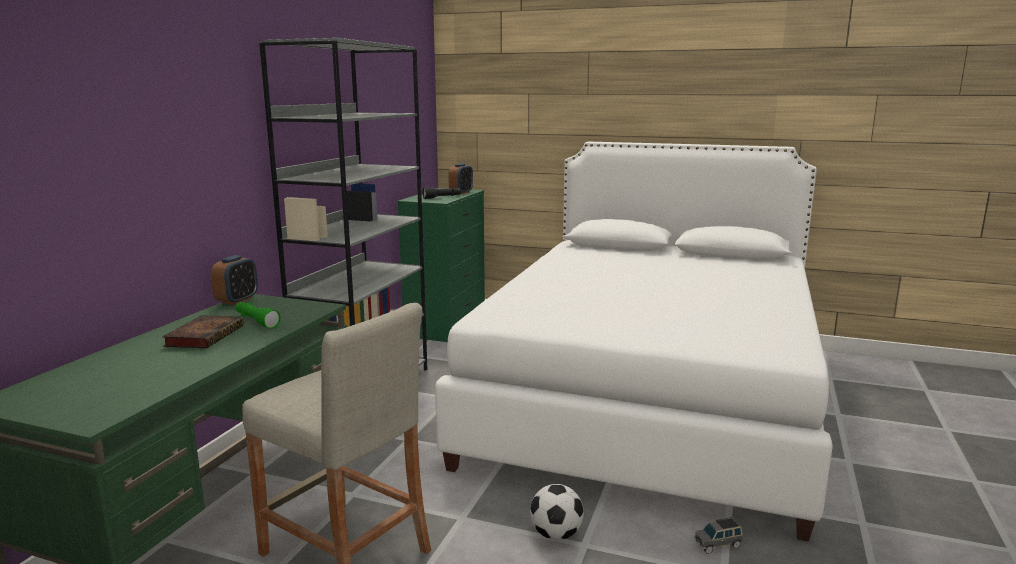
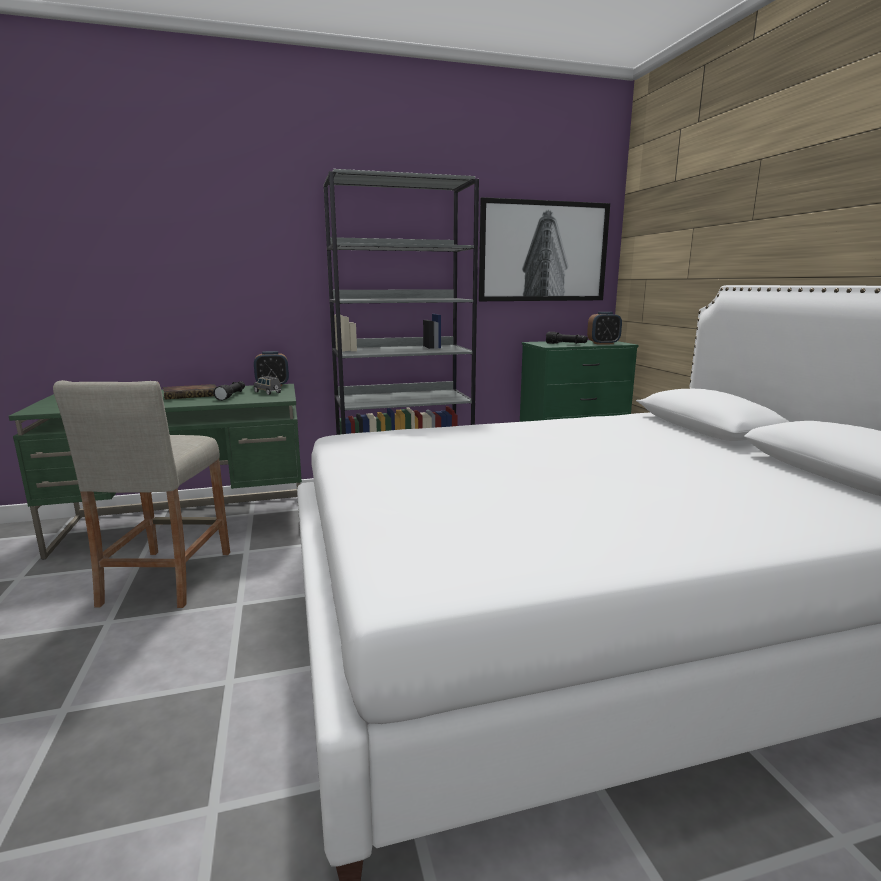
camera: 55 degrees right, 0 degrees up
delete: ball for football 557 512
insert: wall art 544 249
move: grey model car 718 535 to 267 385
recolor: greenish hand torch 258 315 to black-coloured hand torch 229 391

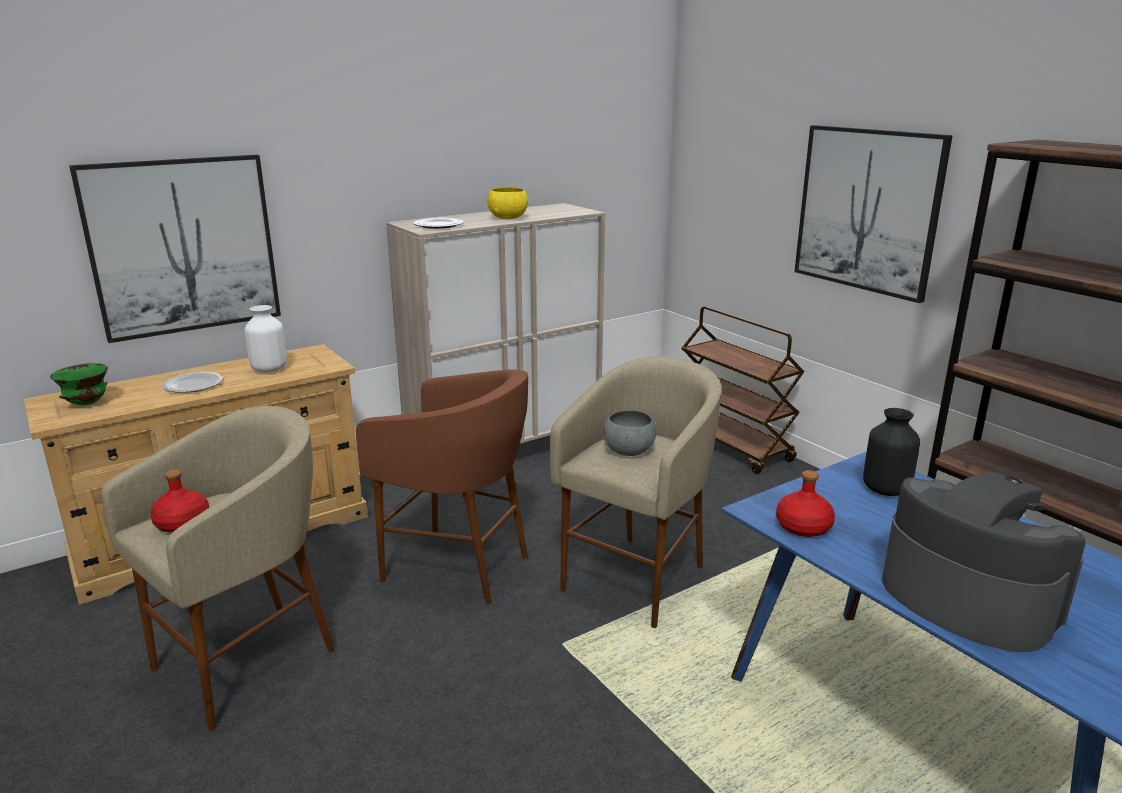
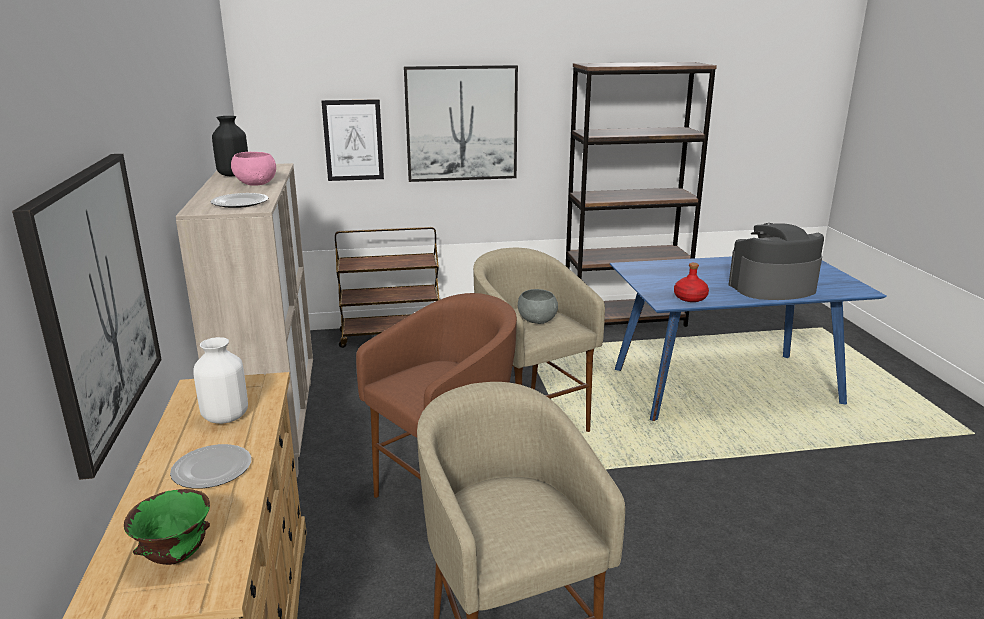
camera: 65 degrees left, 0 degrees up
delete: reddish beverage bottle 179 501
insert: wall art 352 140
move: black-coloured vase 891 452 to 230 146
recolor: yellowish deep dish 507 203 to pink deep dish 253 168

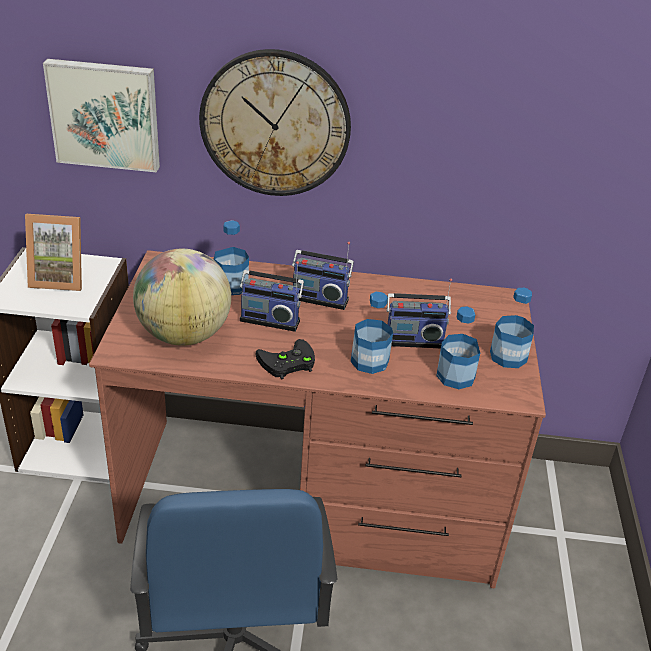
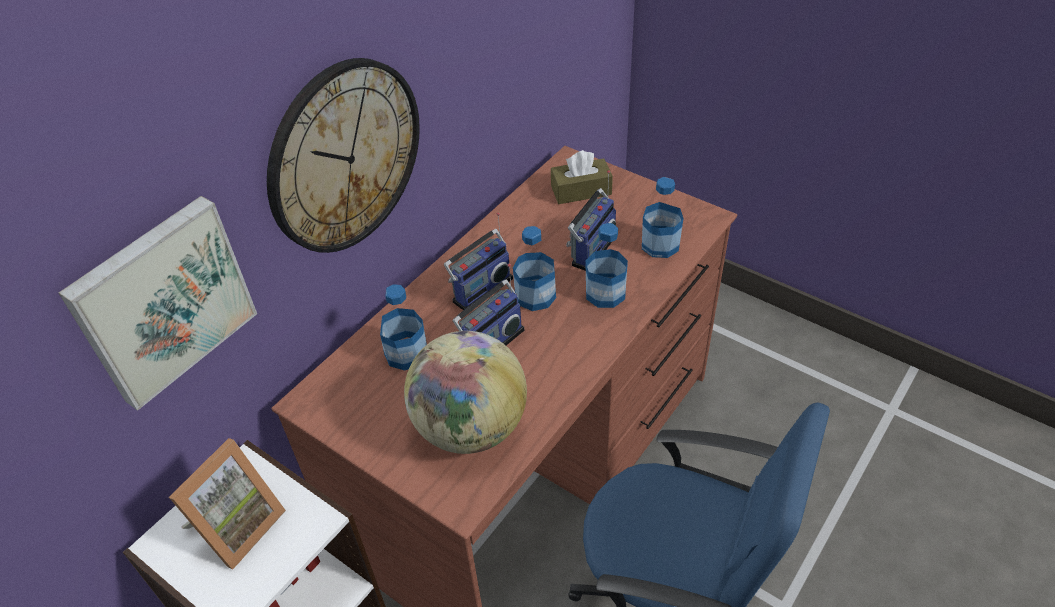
camera: 55 degrees left, 10 degrees up
delete: black-coloured joypad 285 359
insert: brown tissue holder 582 177
move: beverage bottle 512 328 to 534 268

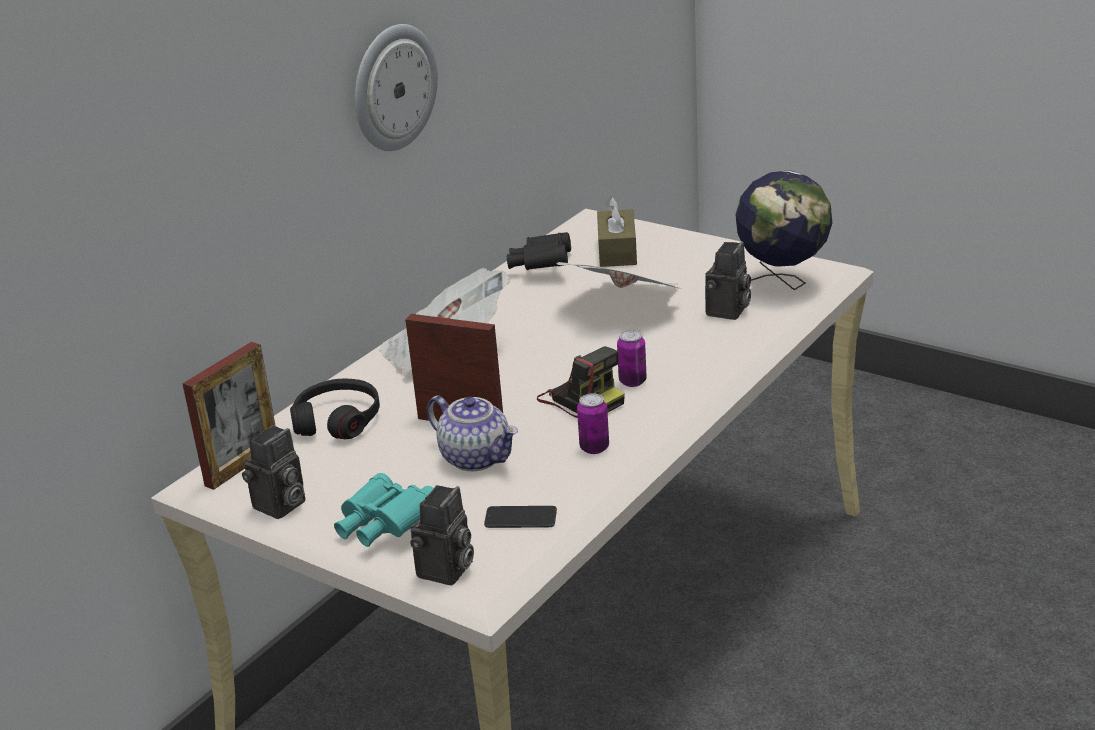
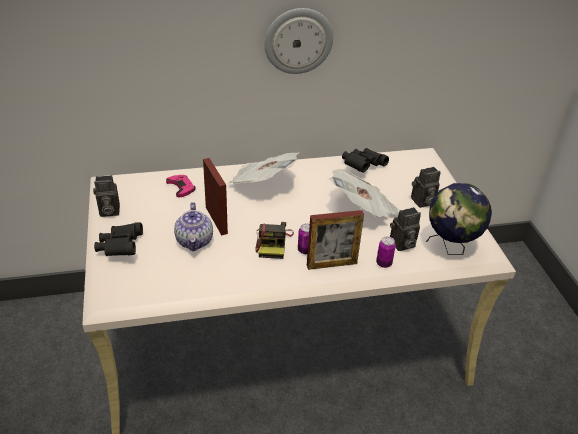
camera: 40 degrees right, 10 degrees up
delete: handset 520 517; brown tissue holder 617 232
move: standing frame 229 416 to 335 240; sealed can 593 423 to 386 252; photo camera 442 535 to 426 187
replace: black-coloured headset 335 409 to pink joypad 181 186
recolor: turquoise pair of binoculars 384 510 to black-coloured pair of binoculars 118 239

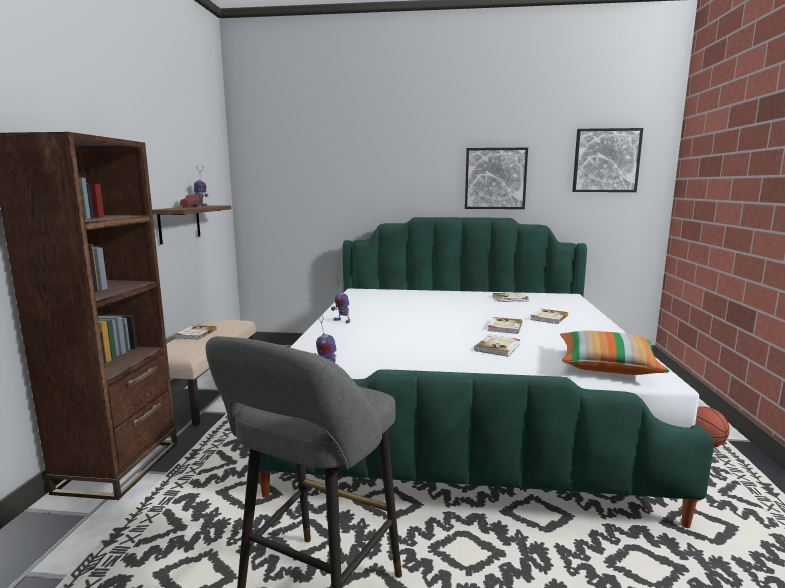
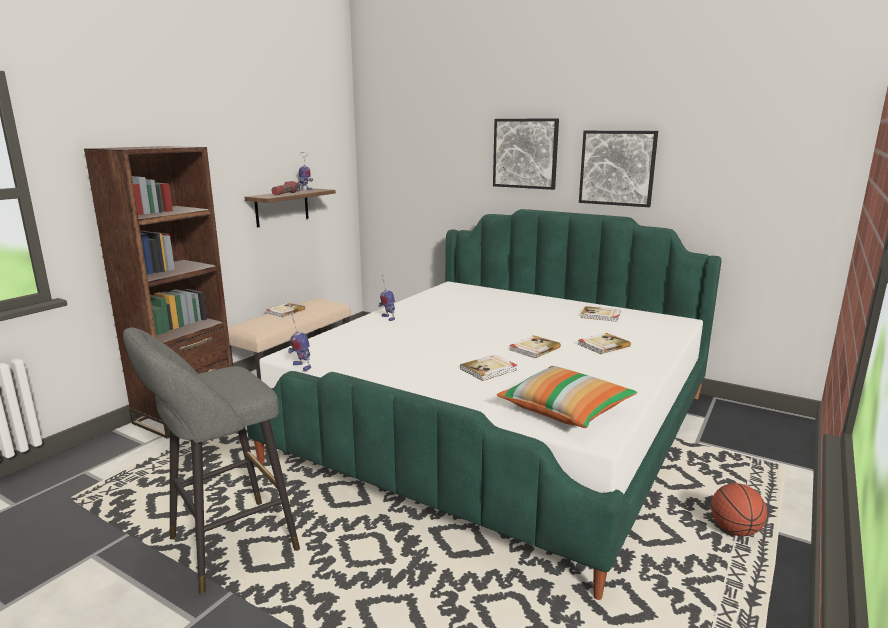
camera: 25 degrees right, 5 degrees up
move: wall art 607 160 to 526 154

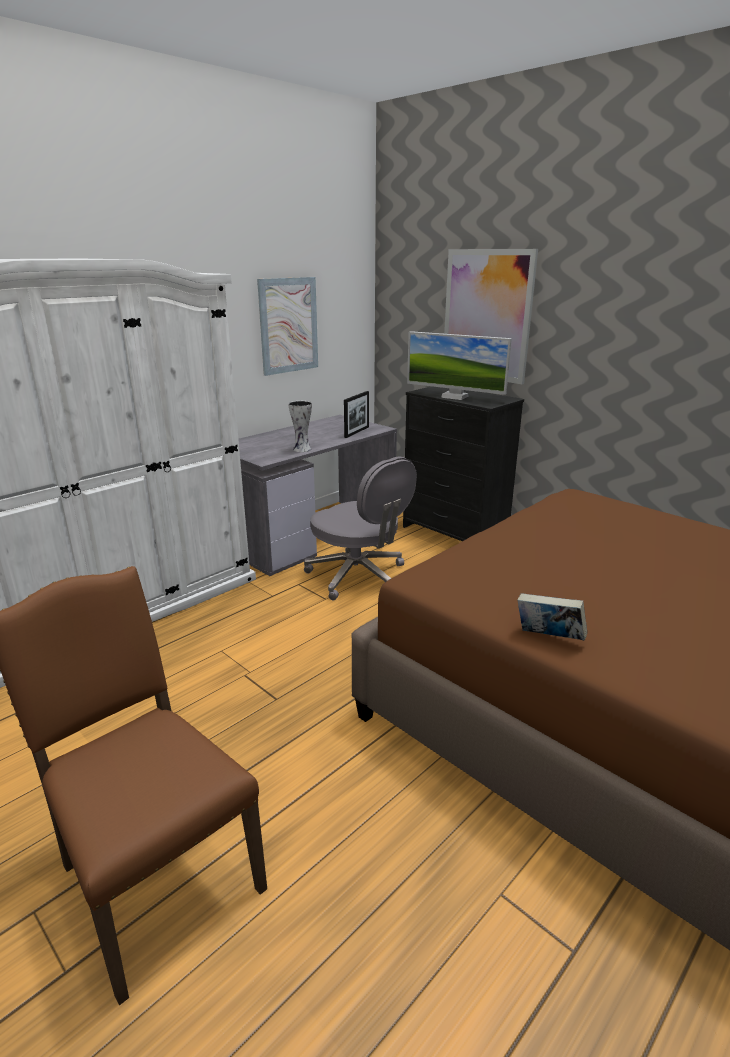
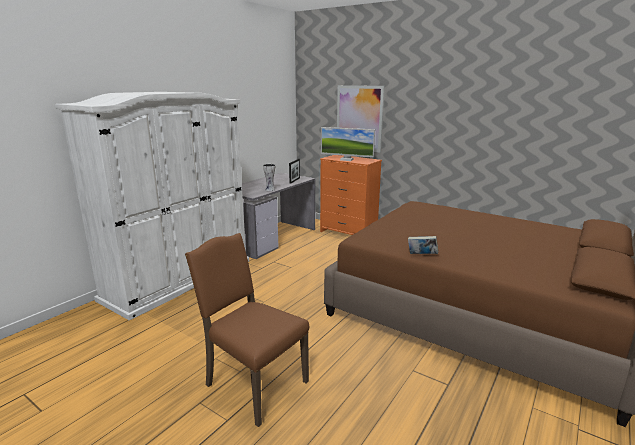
camera: 10 degrees left, 5 degrees down
delete: wall art 287 326; grey desk chair 360 528
recolor: black-coloured dresser 463 463 to orangey dresser 351 195

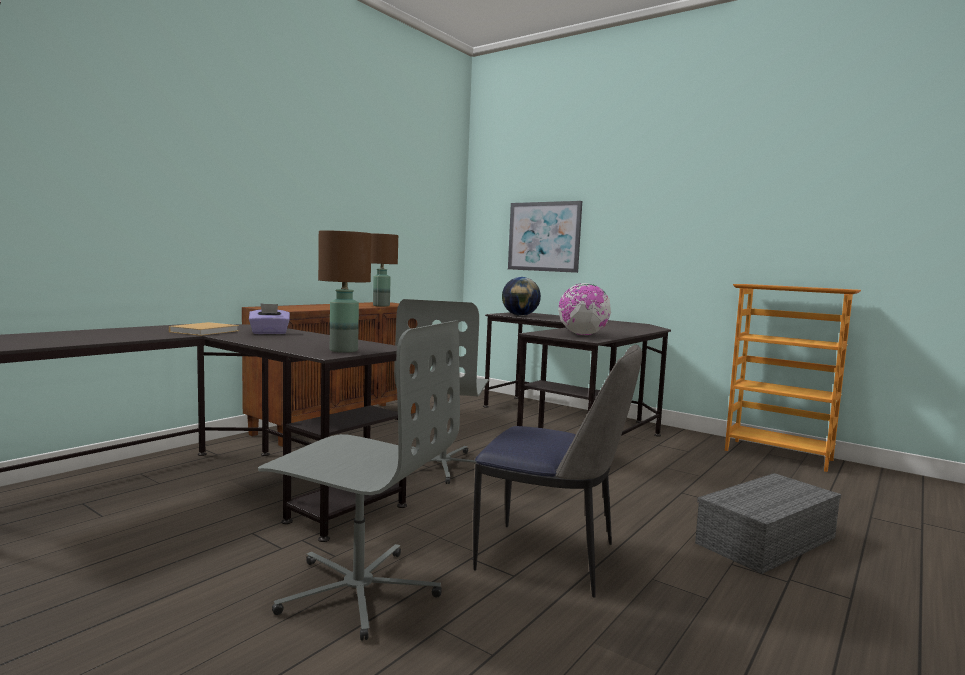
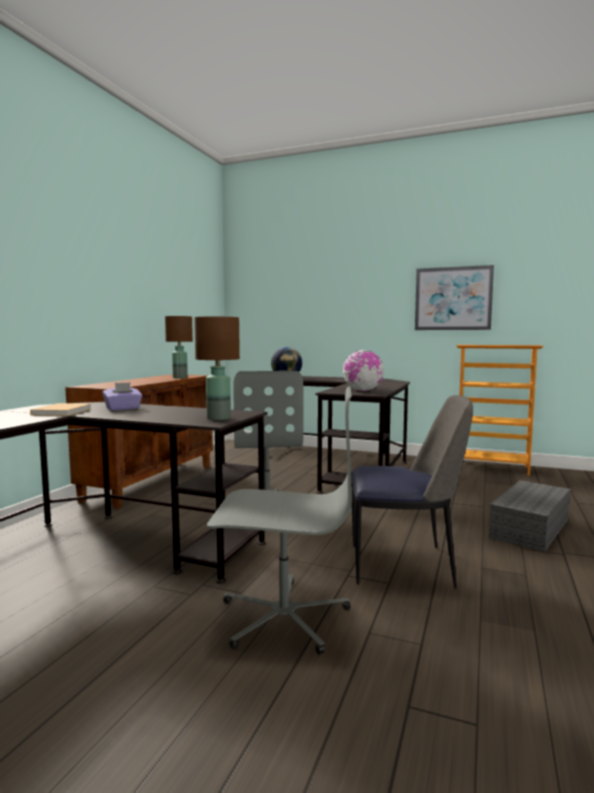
camera: 15 degrees left, 0 degrees up
move: wall art 545 237 to 454 297

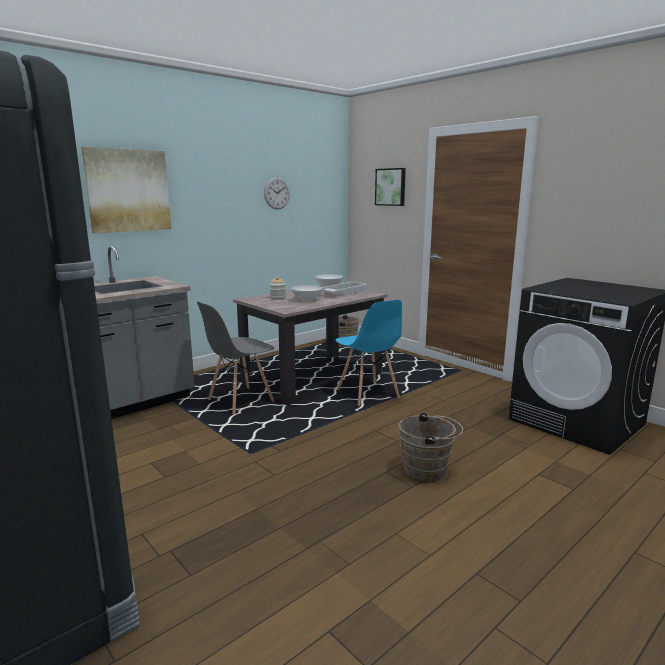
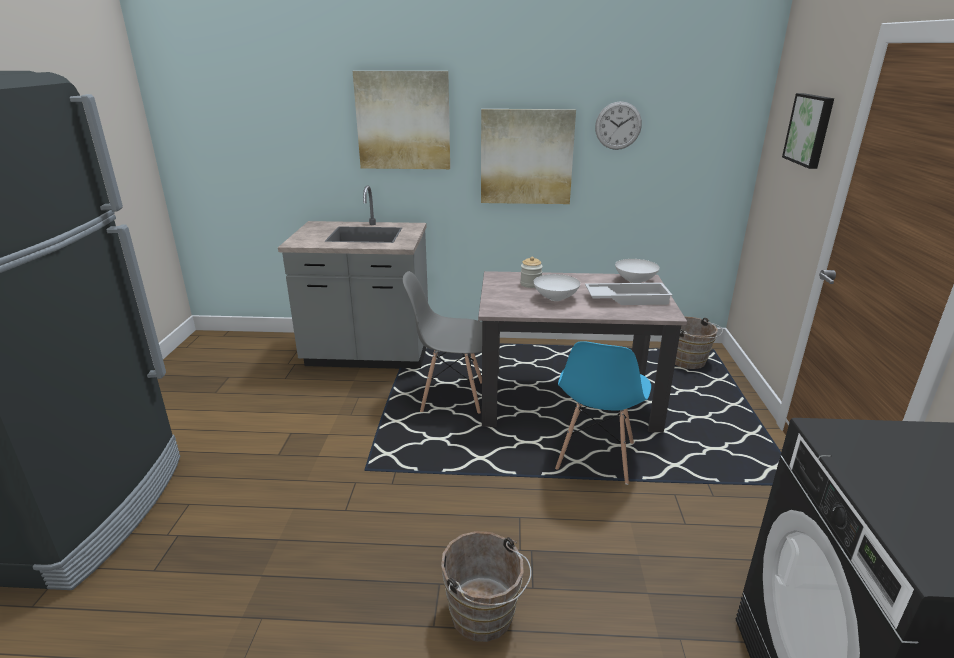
camera: 45 degrees right, 10 degrees up
insert: wall art 528 156

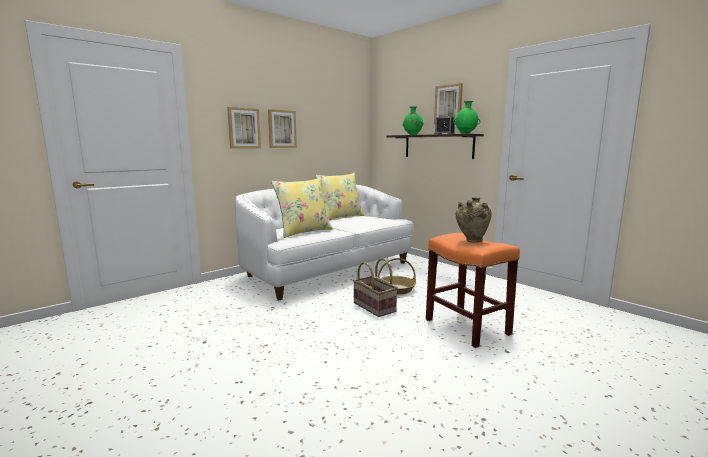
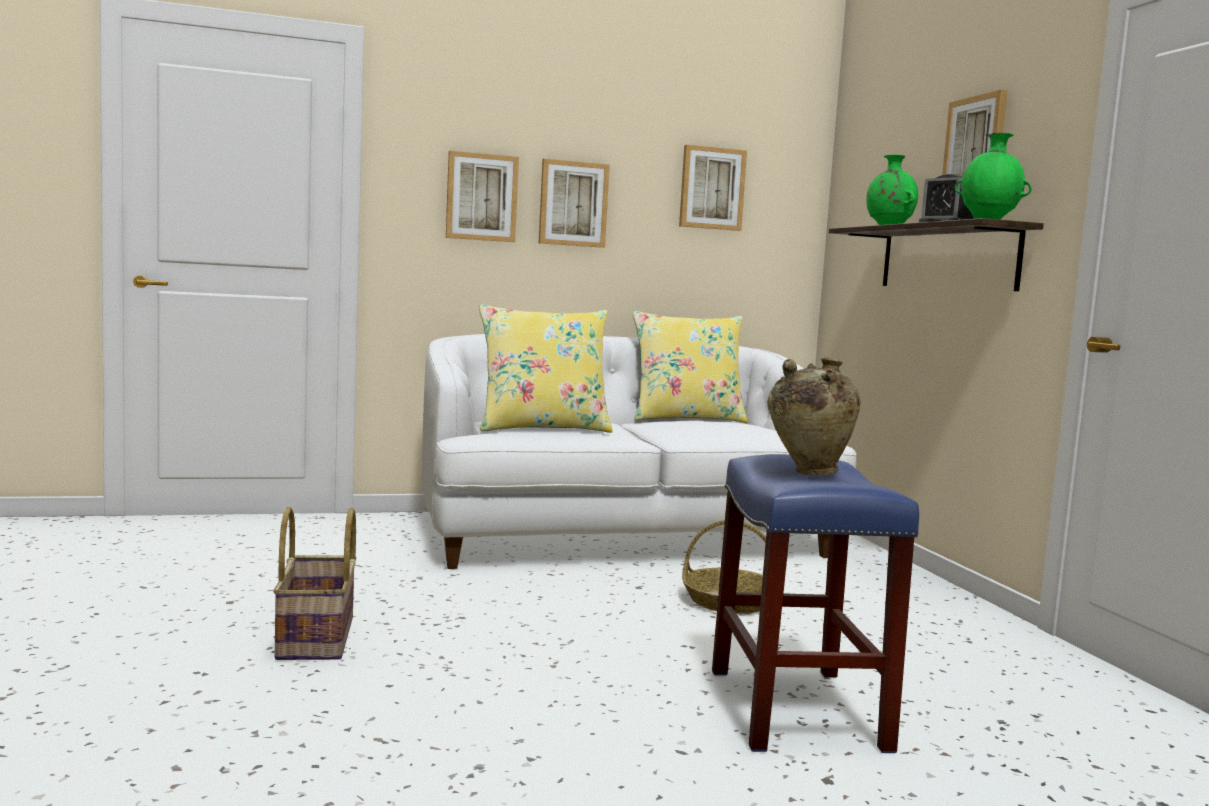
camera: 25 degrees right, 5 degrees down
insert: wall art 713 188
move: household basket 375 287 to 314 583
recolor: orangey stool seat 473 290 to blue-coloured stool seat 815 603

